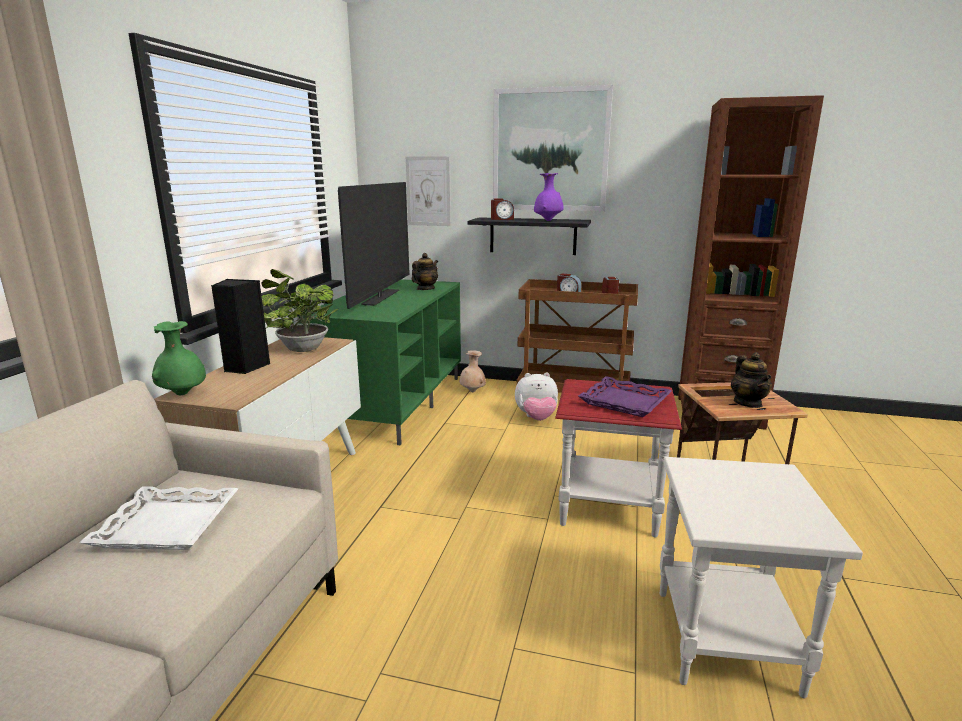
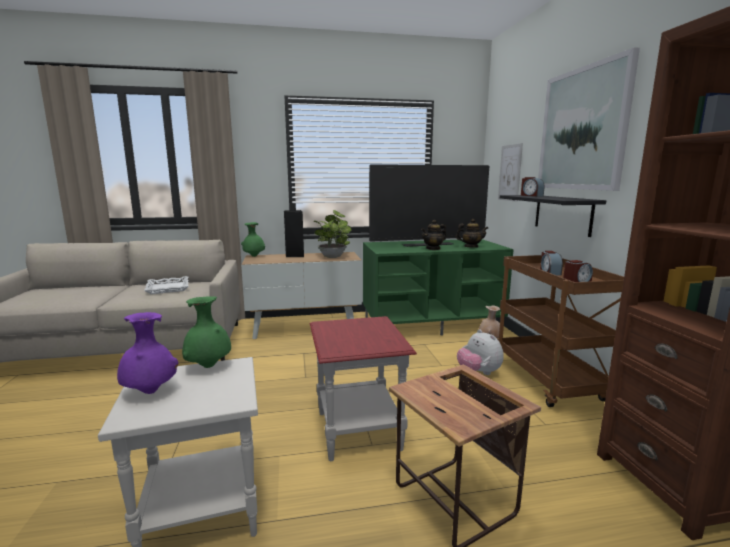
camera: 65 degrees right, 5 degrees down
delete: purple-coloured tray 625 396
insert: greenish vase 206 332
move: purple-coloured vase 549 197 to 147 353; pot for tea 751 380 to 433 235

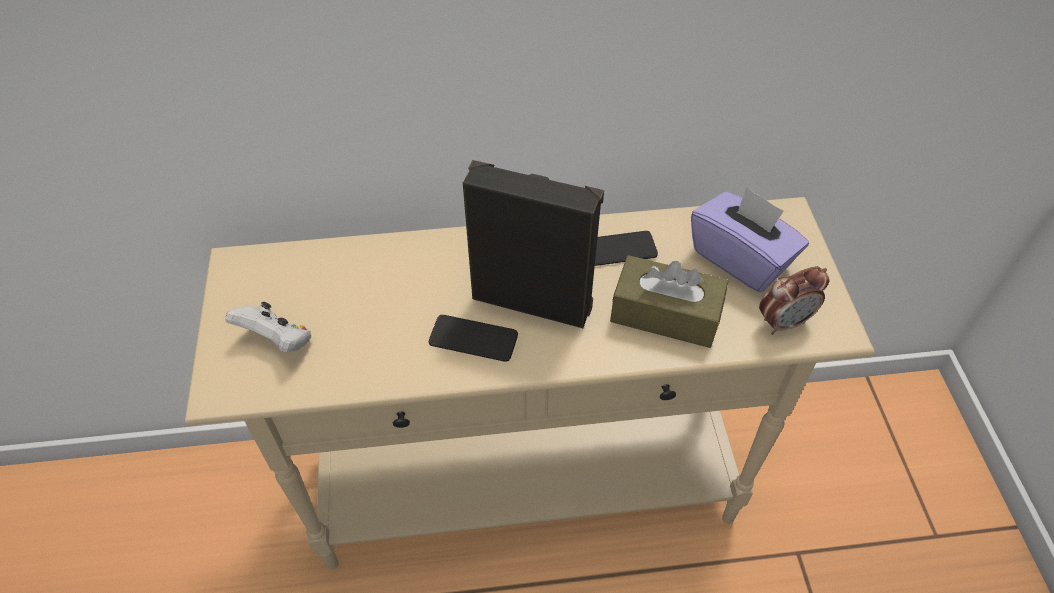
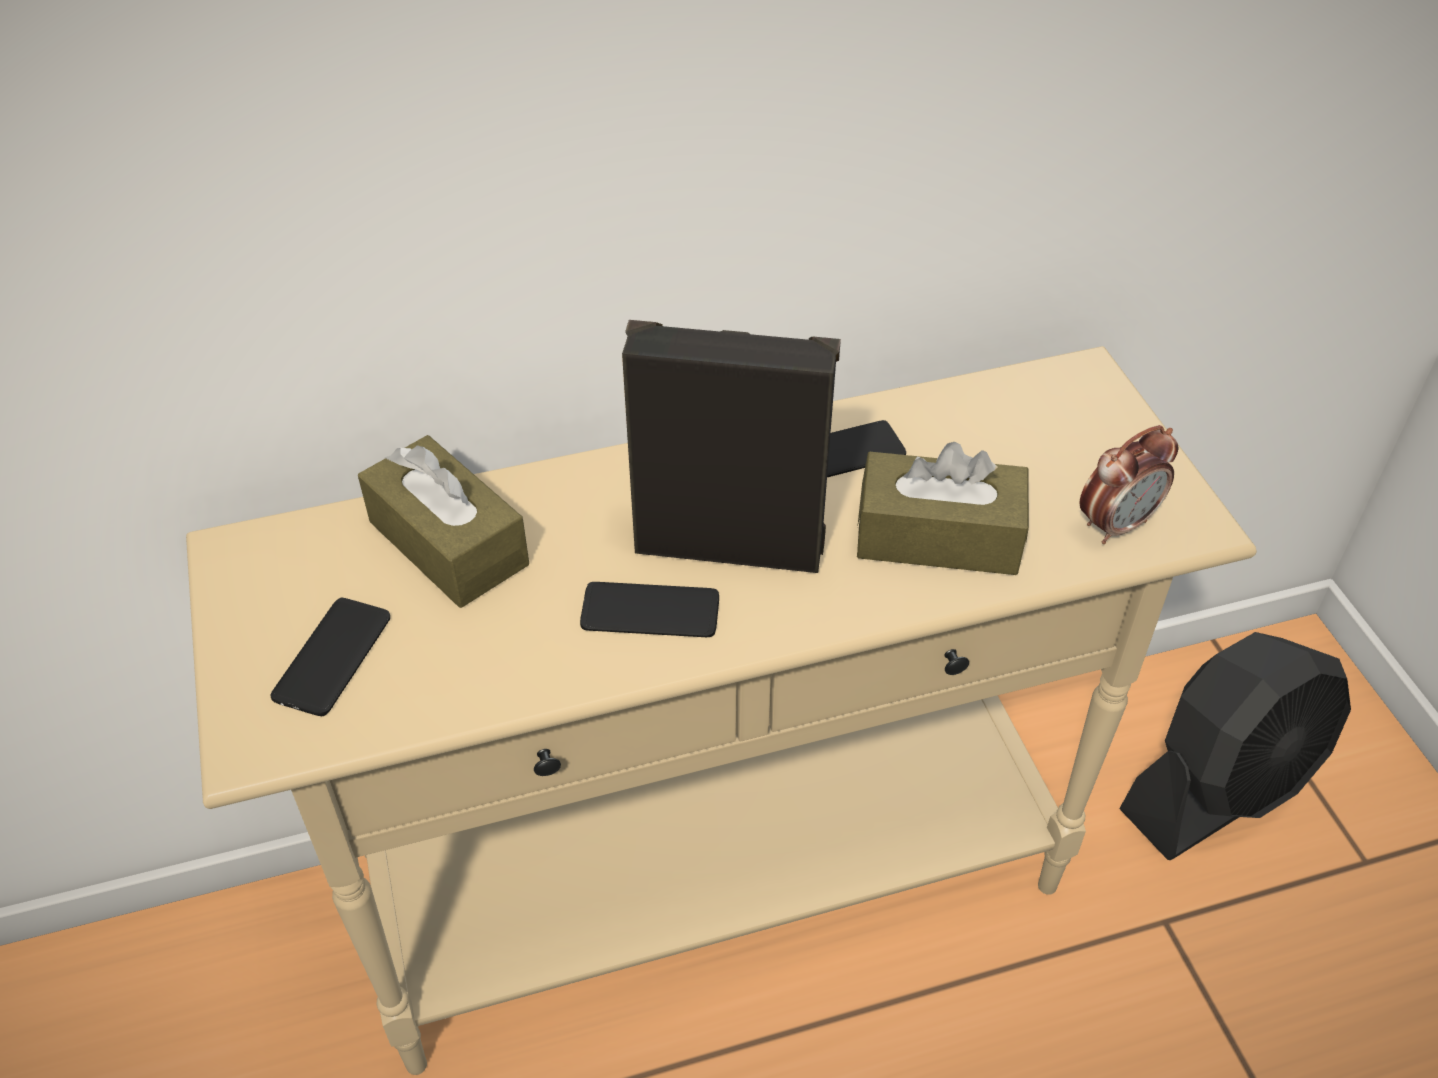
camera: 10 degrees left, 5 degrees down
delete: purple-coloured tissue holder 750 239
insert: brown tissue holder 443 521; black-coloured cooling fan 1235 746
replace: whitish joypad 268 327 to handset 330 657

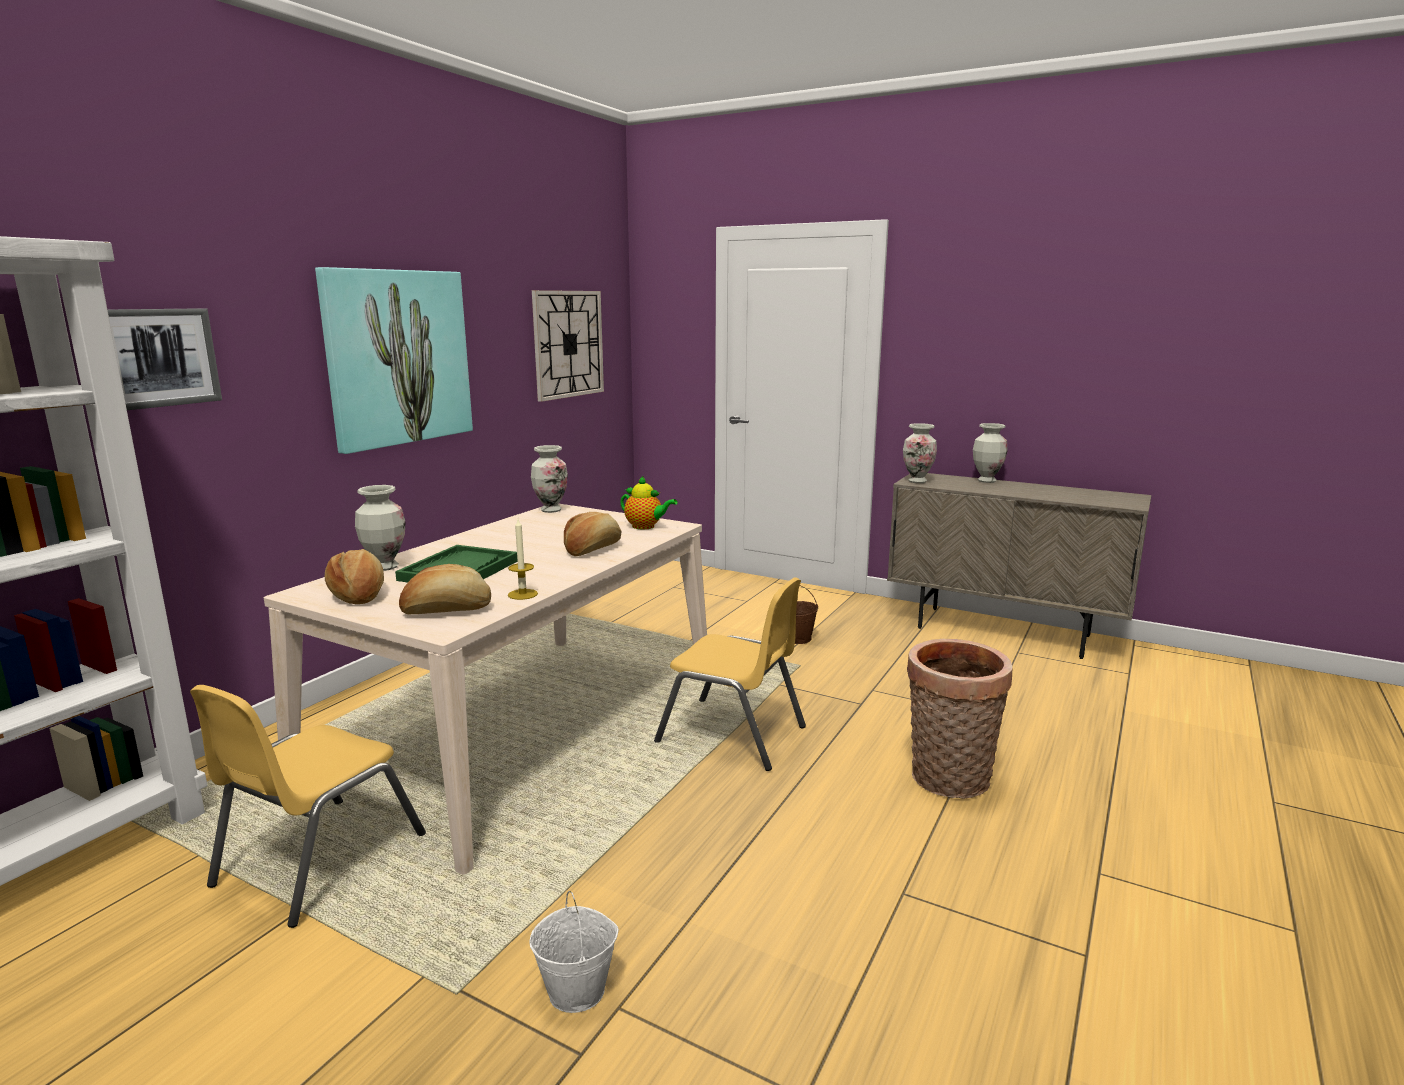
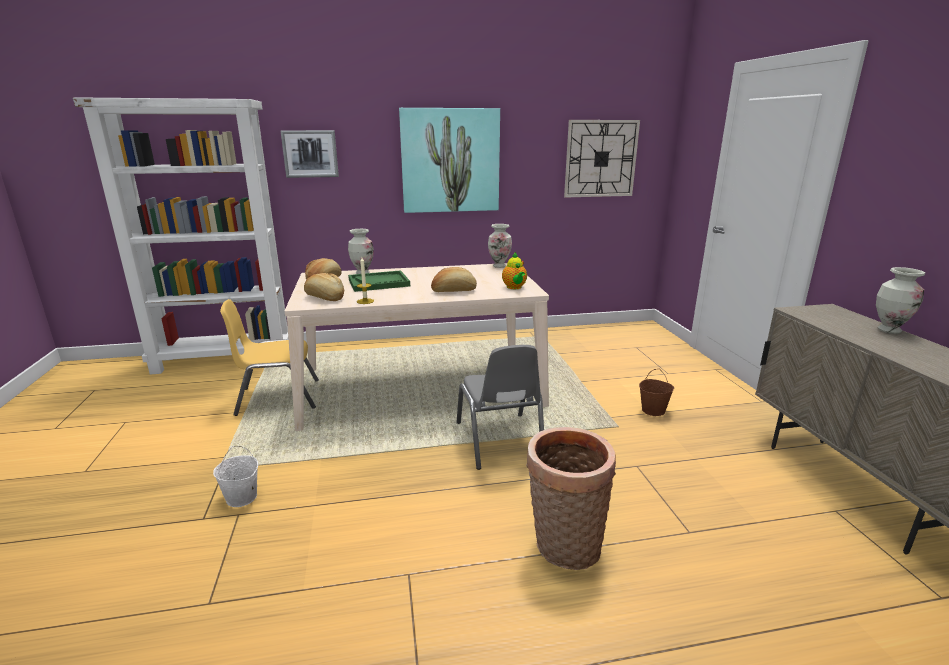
camera: 50 degrees right, 5 degrees up
delete: vase 920 453
recolor: yellowish upright chair 730 674 to grey upright chair 500 407

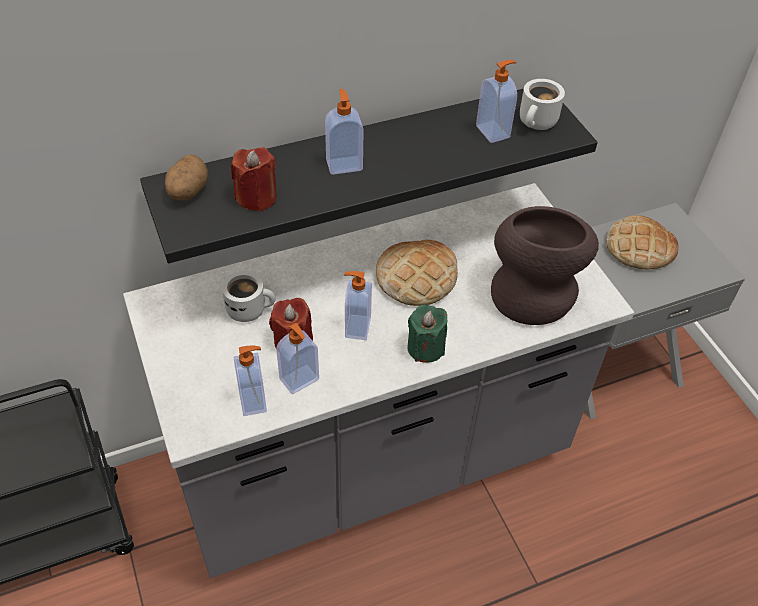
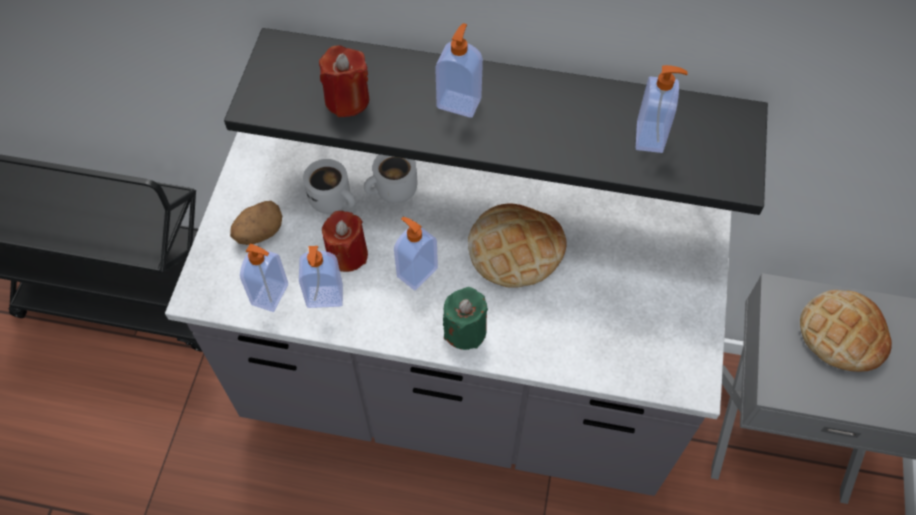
camera: 35 degrees right, 10 degrees up
delete: brown vase 545 265
move: potato 186 178 to 256 223; whitish coffee mug 542 104 to 390 178

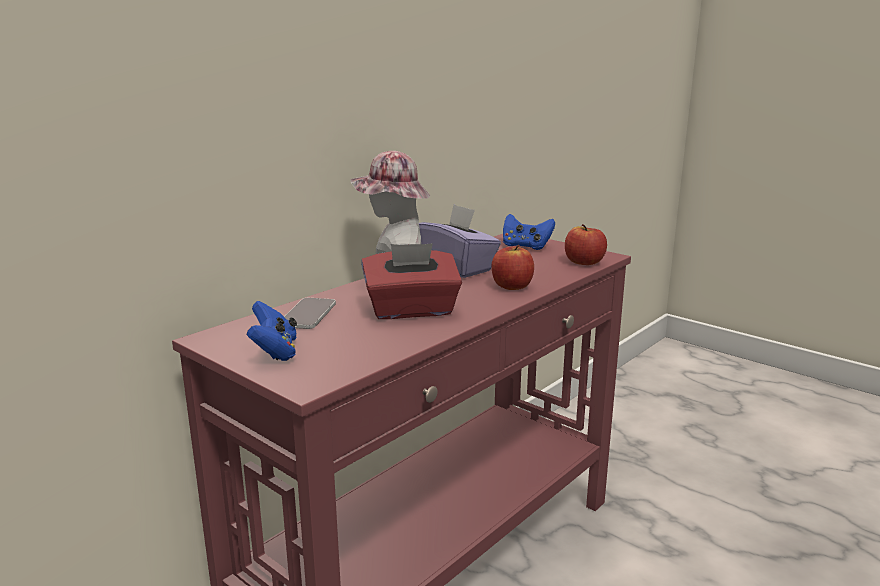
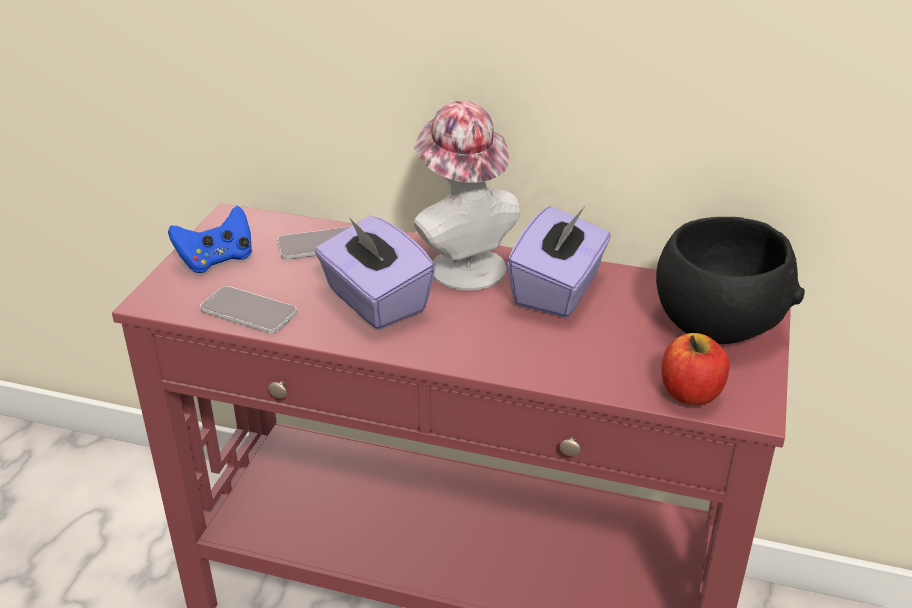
camera: 65 degrees right, 15 degrees up
delete: apple fruit 513 267
insert: handset 248 309
replace: blue-coloured joypad 529 232 to black-coloured deep dish 730 280
recolor: reddish tissue holder 411 281 to purple-coloured tissue holder 375 272

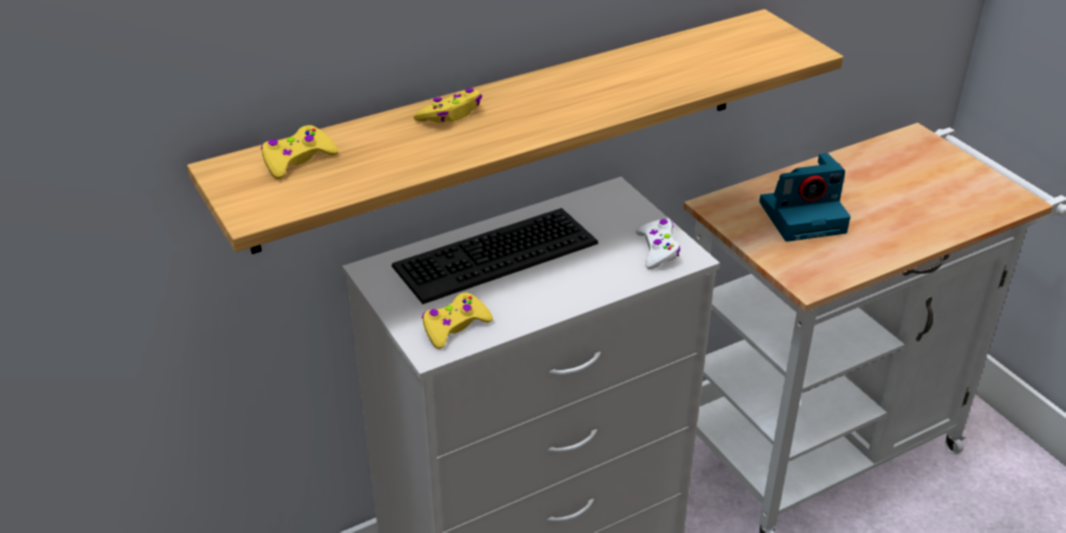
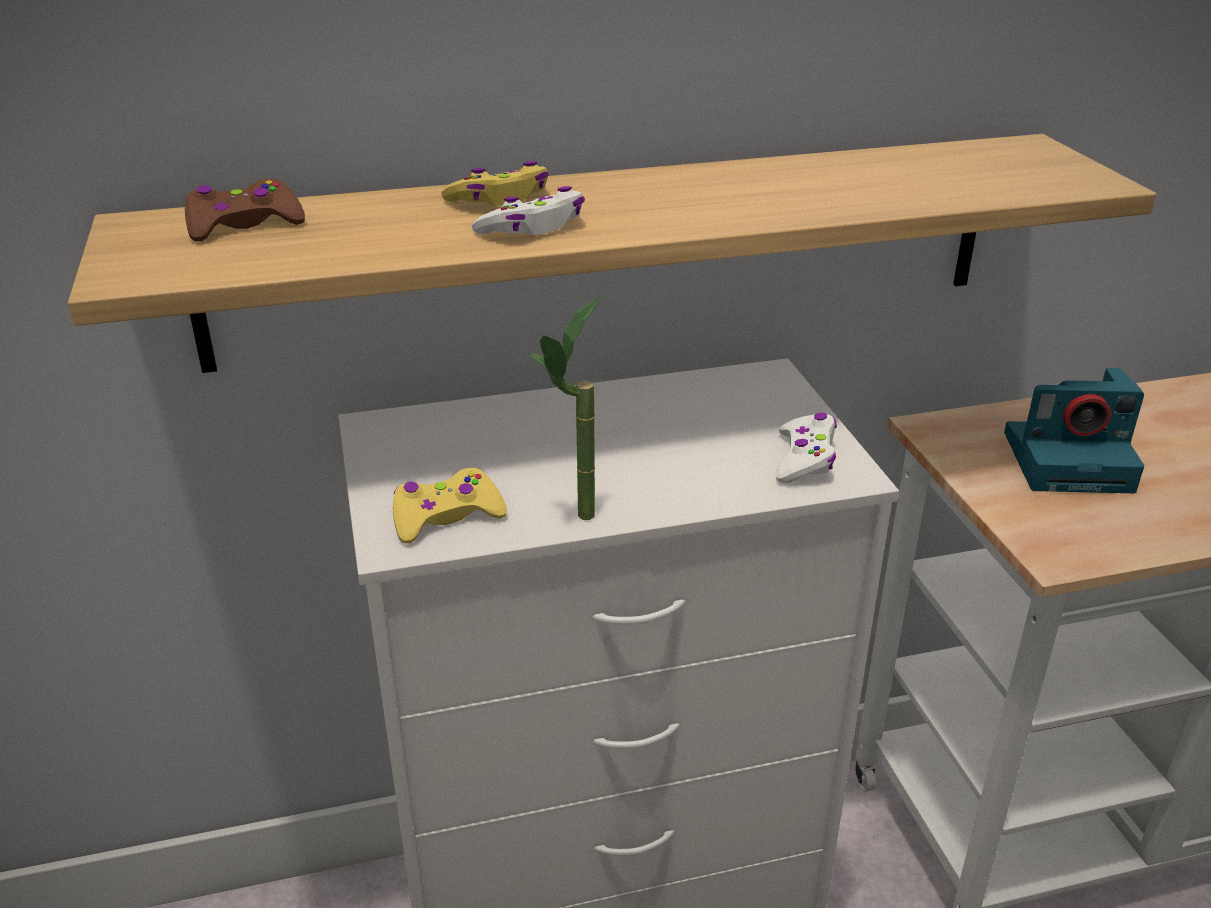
camera: 15 degrees right, 5 degrees down
delete: computer keyboard 495 256
insert: whitish joypad 528 210; plant in a pot 564 408
recolor: yellowish joypad 299 152 to brown joypad 245 210

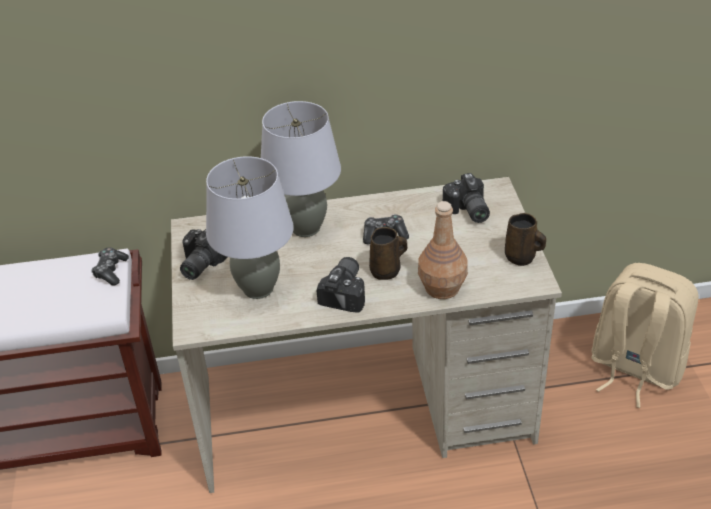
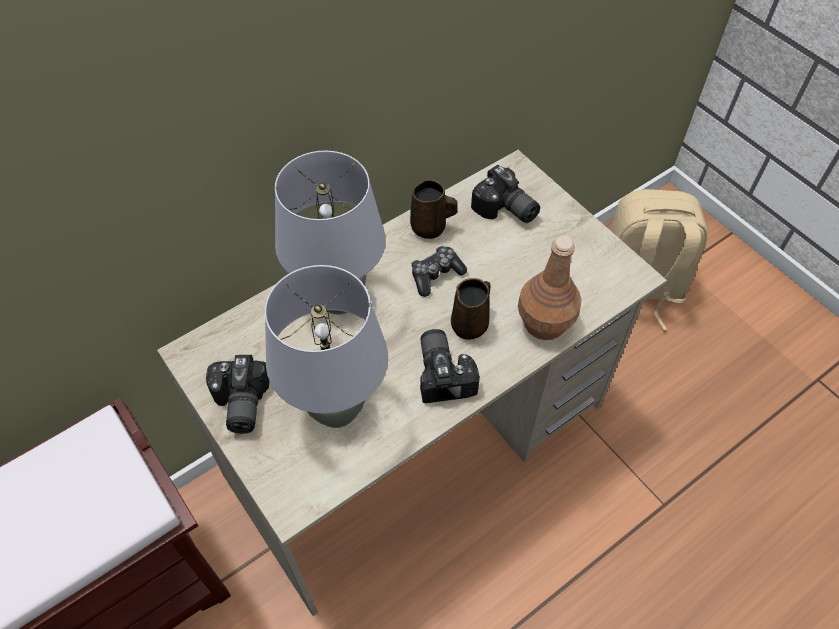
camera: 30 degrees left, 15 degrees up
delete: joypad 110 266
move: brown coffee mug 525 239 to 434 209

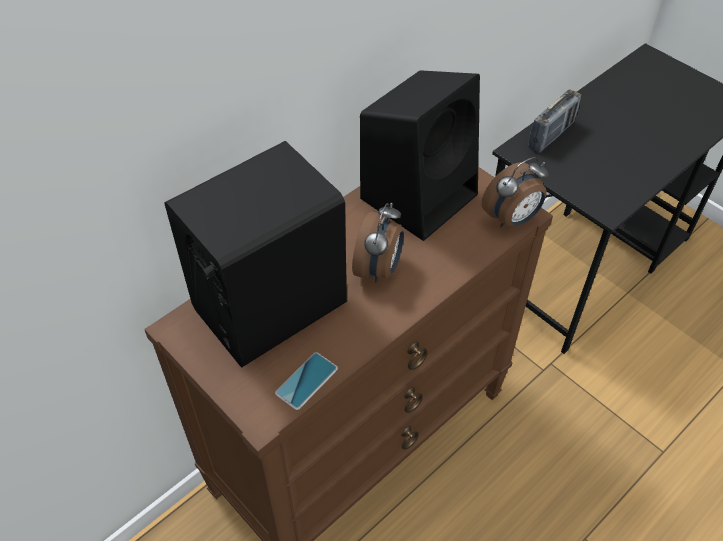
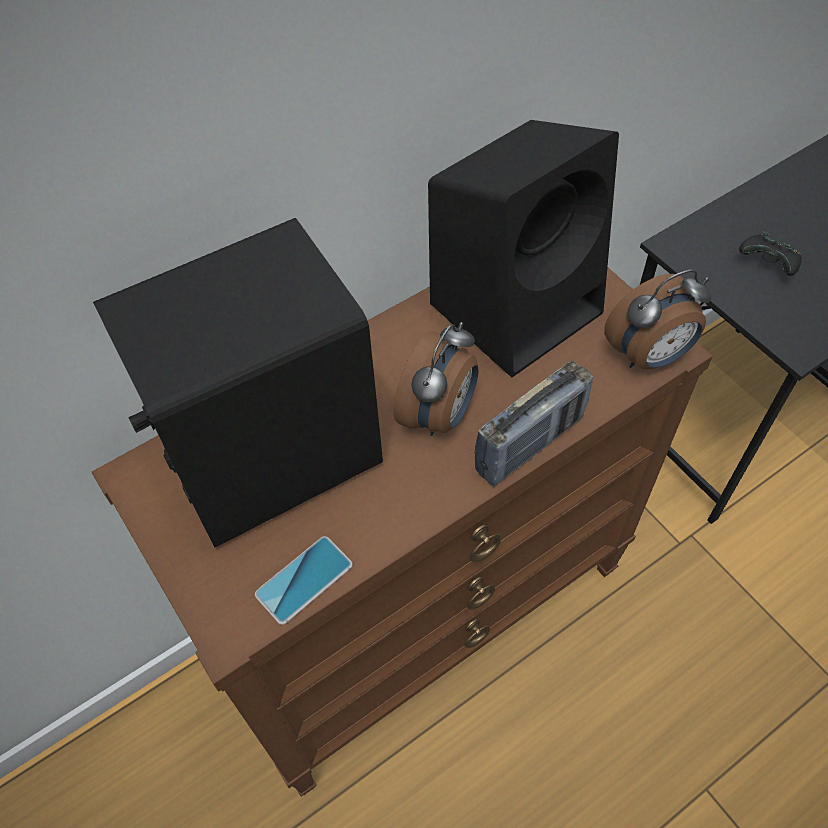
camera: 10 degrees right, 5 degrees up
insert: black-coloured joypad 770 253
move: radio set 554 121 to 533 423

